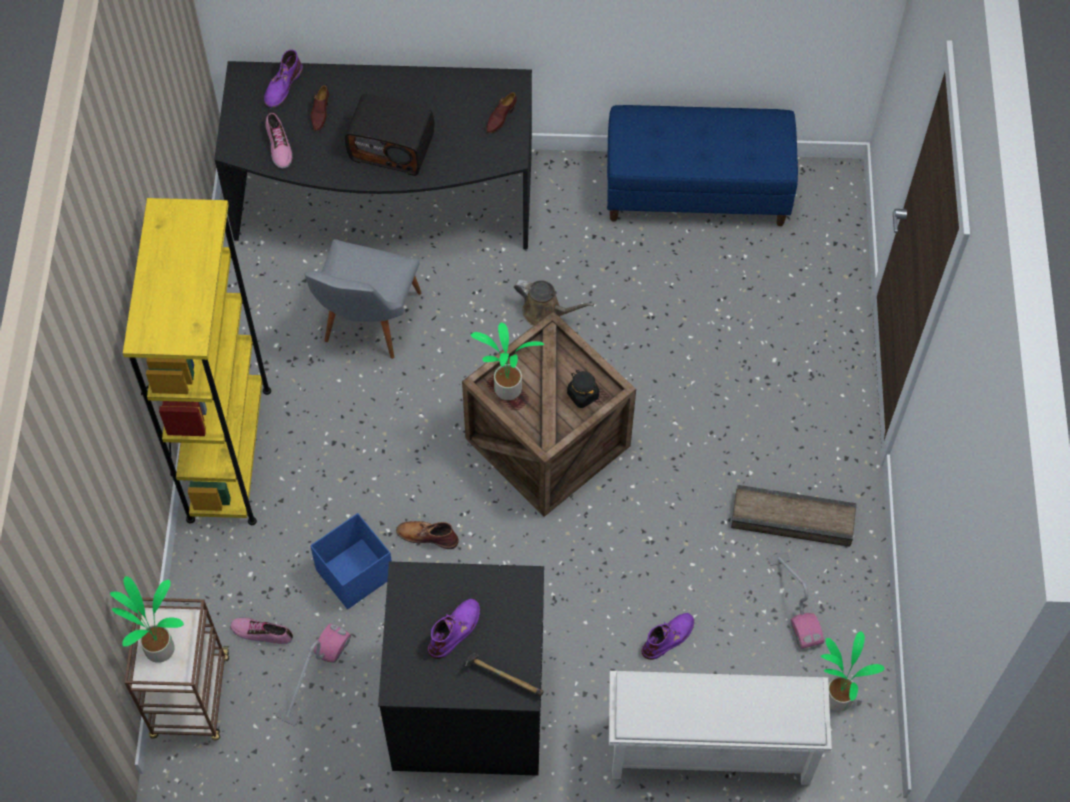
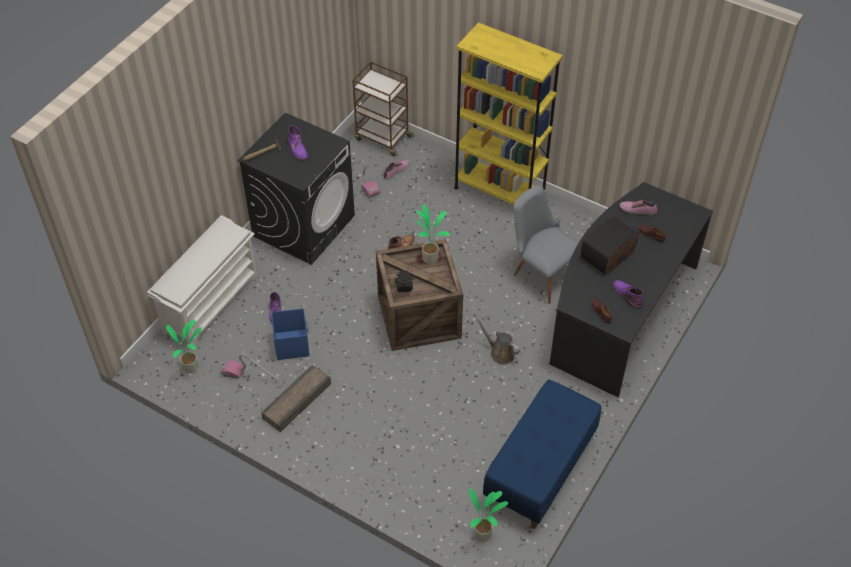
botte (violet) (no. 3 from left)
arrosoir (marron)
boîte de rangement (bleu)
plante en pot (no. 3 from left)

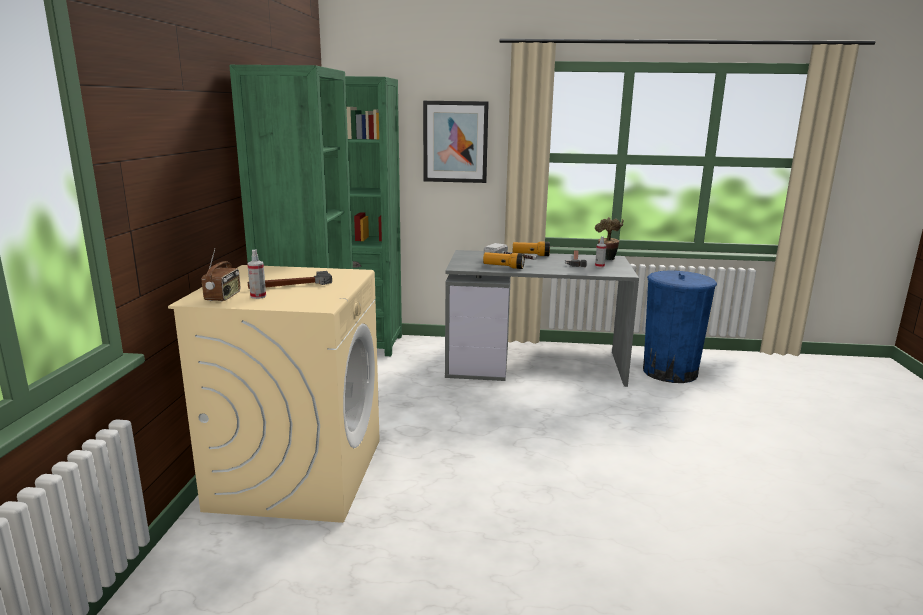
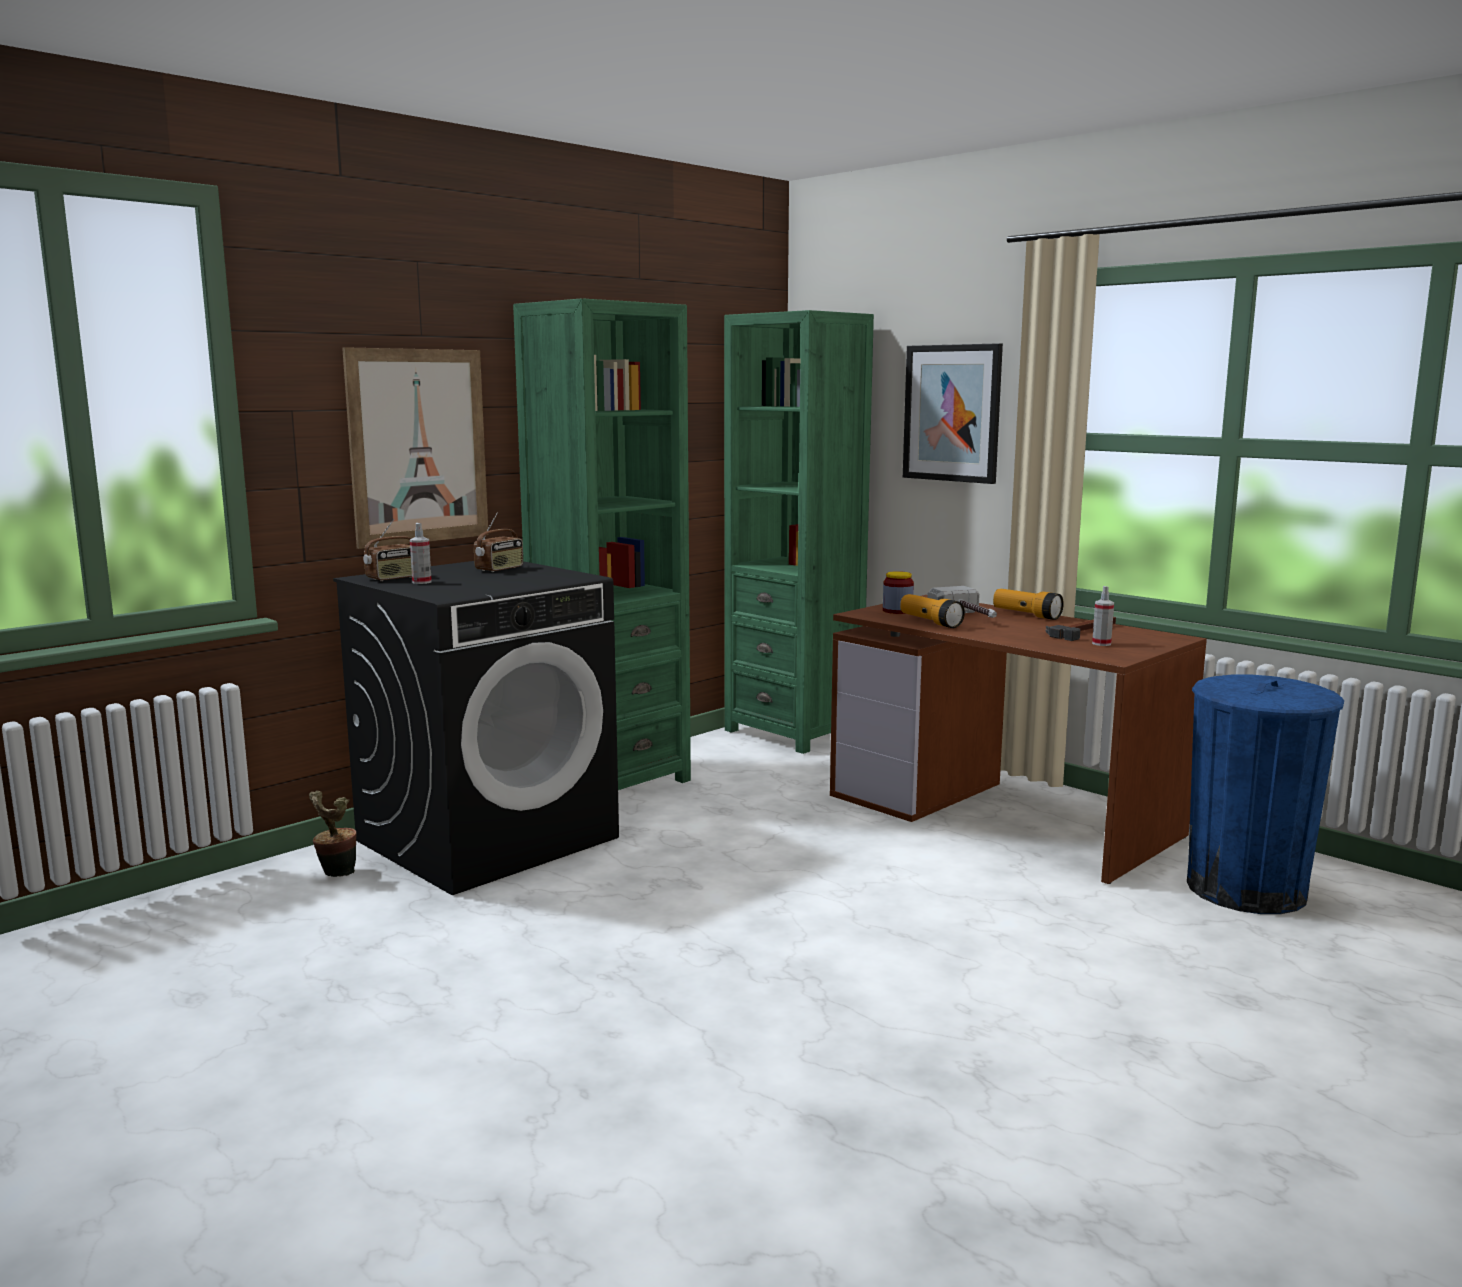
plante en pot
bureau (marron)
lave-linge (noir)
marteau (no. 1 from left in the first image)
tableau (no. 1 from left)
radio (no. 2 from left)
bocal

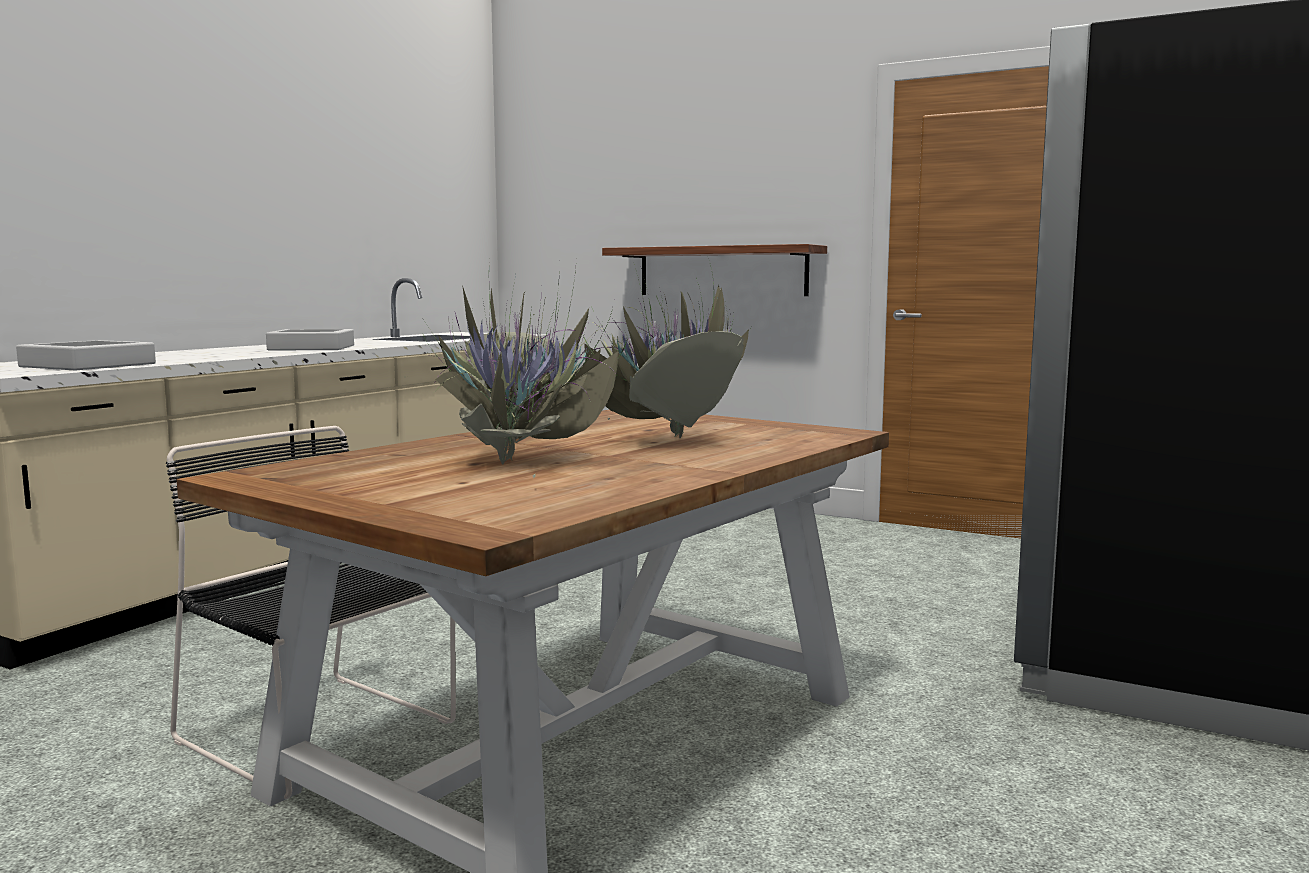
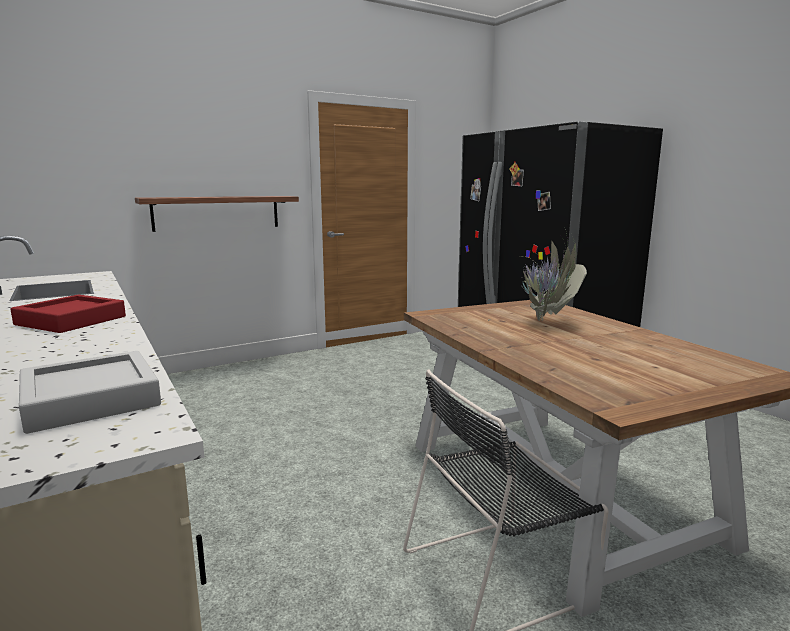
plante en pot (no. 1 from left in the first image)
plateau (rouge)

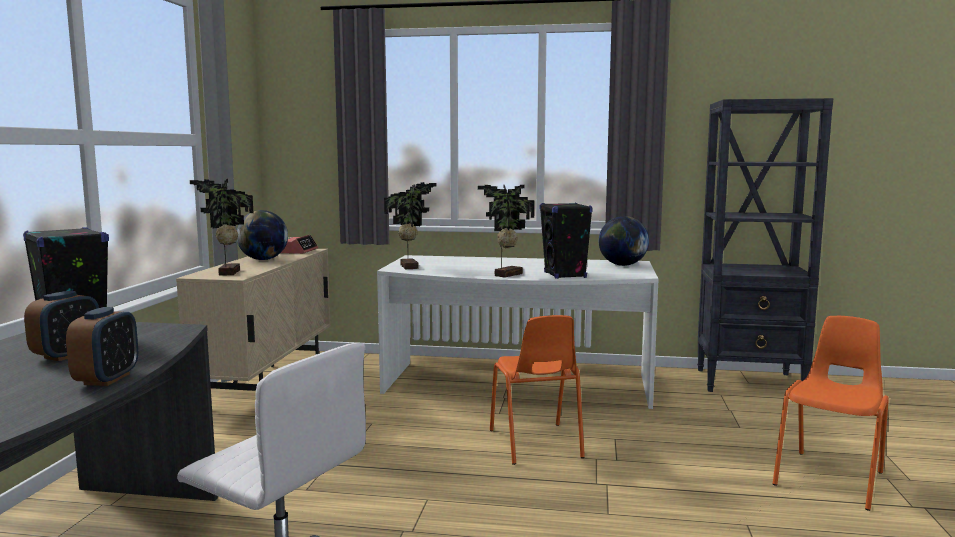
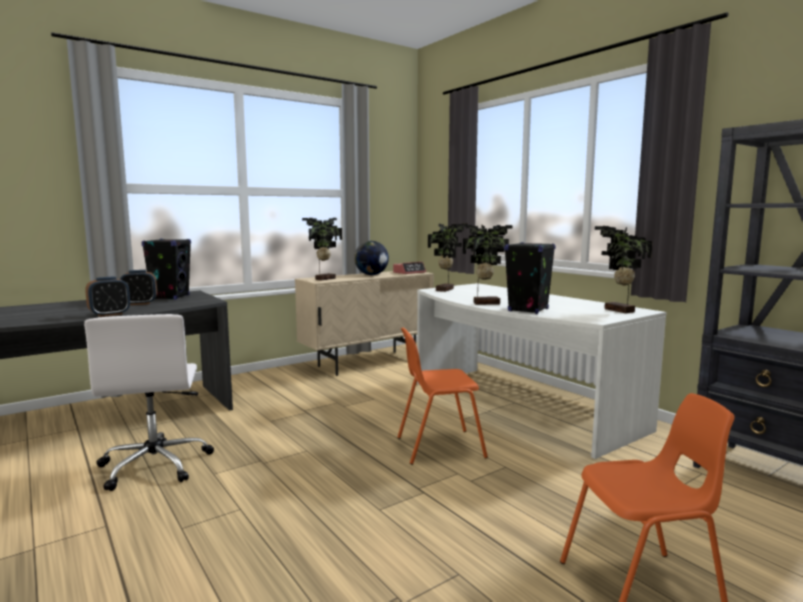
plante en pot (no. 4 from left)
chaise (orange) (no. 1 from left)

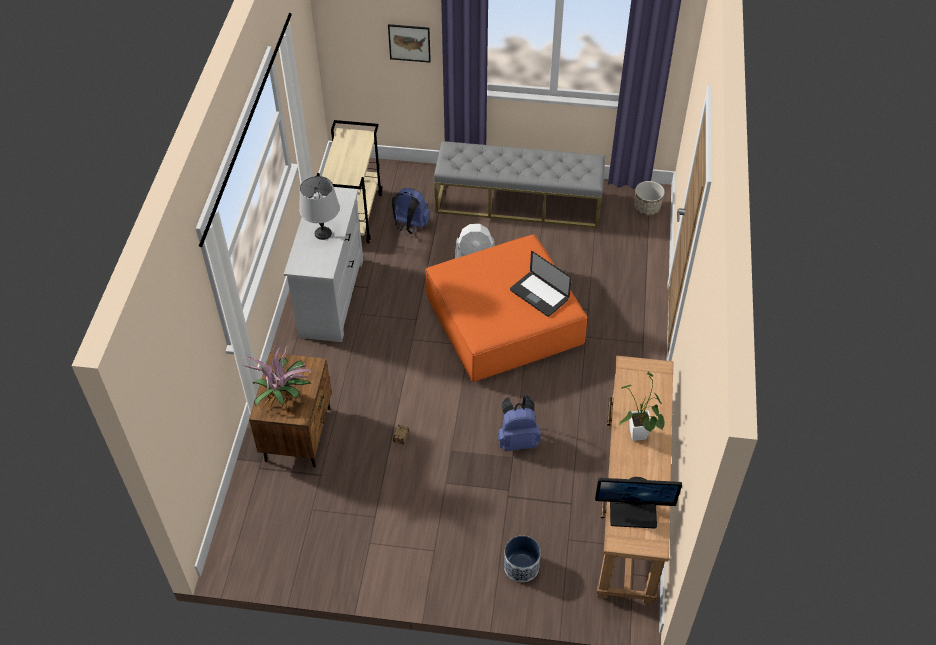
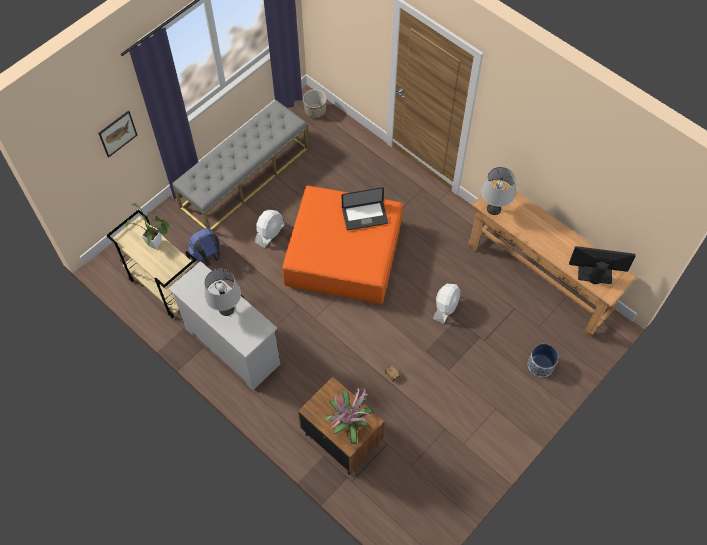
plante en pot (no. 1 from left)
ventilateur (blanc) (no. 2 from left)
écran d'ordinateur
lampe de table (gris) (no. 2 from left)

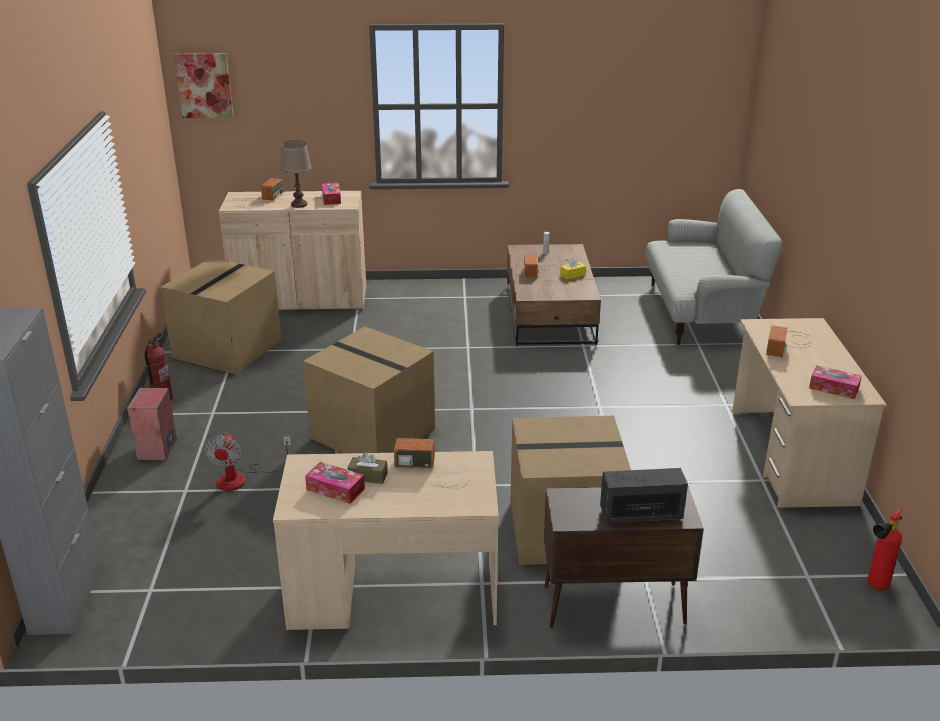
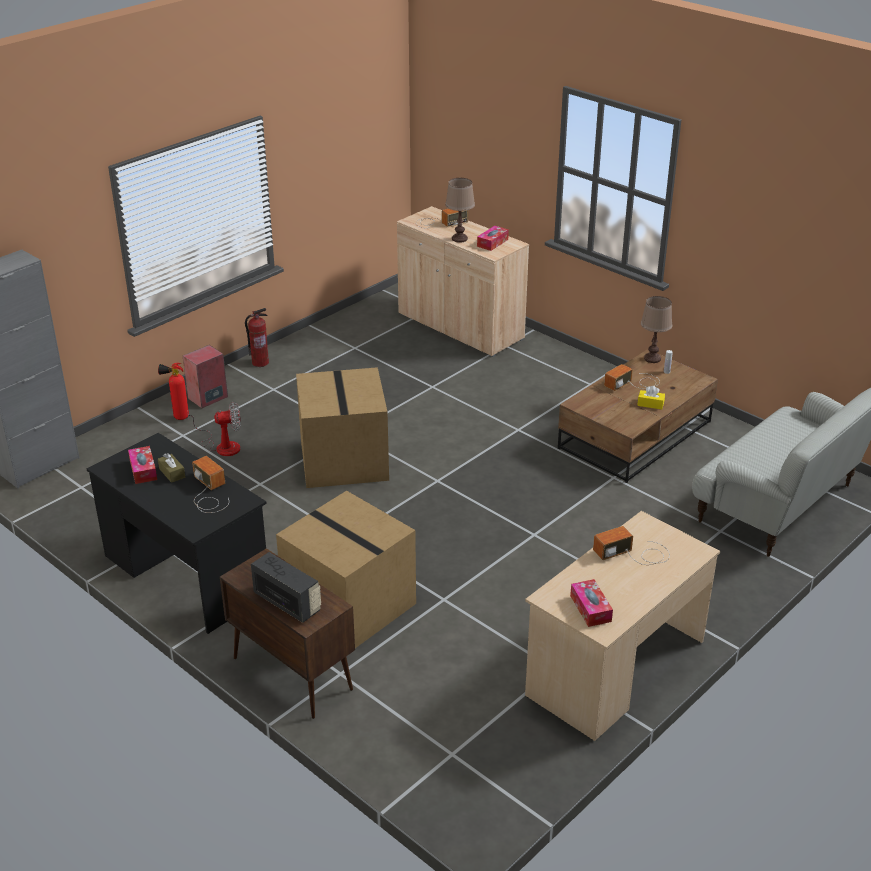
tableau
carton (no. 1 from left in the first image)
ventilateur
bureau (noir)
extincteur (no. 1 from left)
lampe de table (marron) (no. 2 from left)

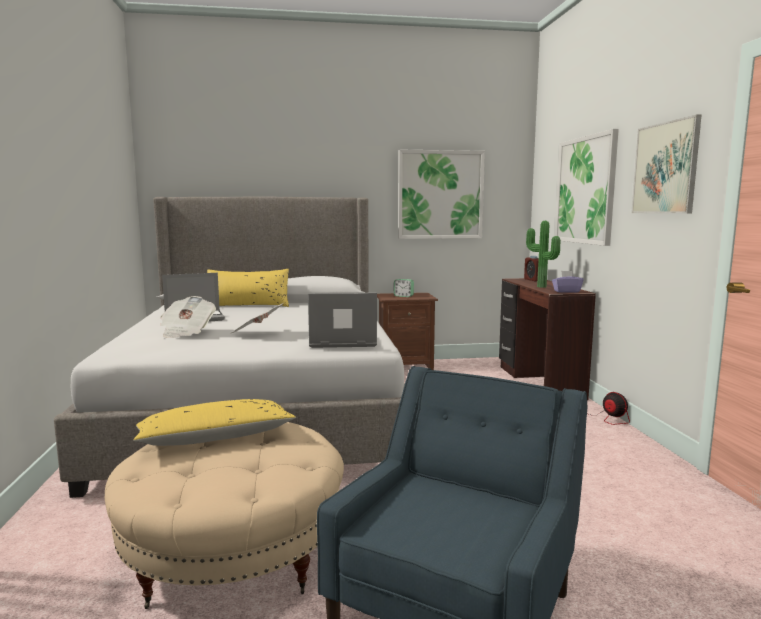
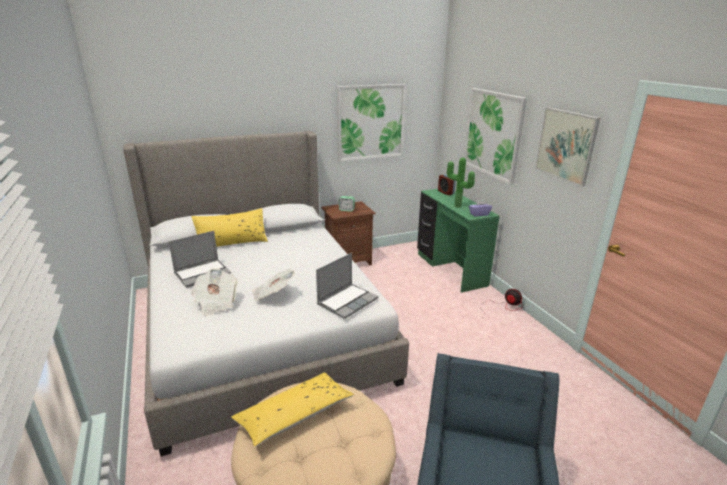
bureau (vert)
ordinateur portable (no. 2 from left)

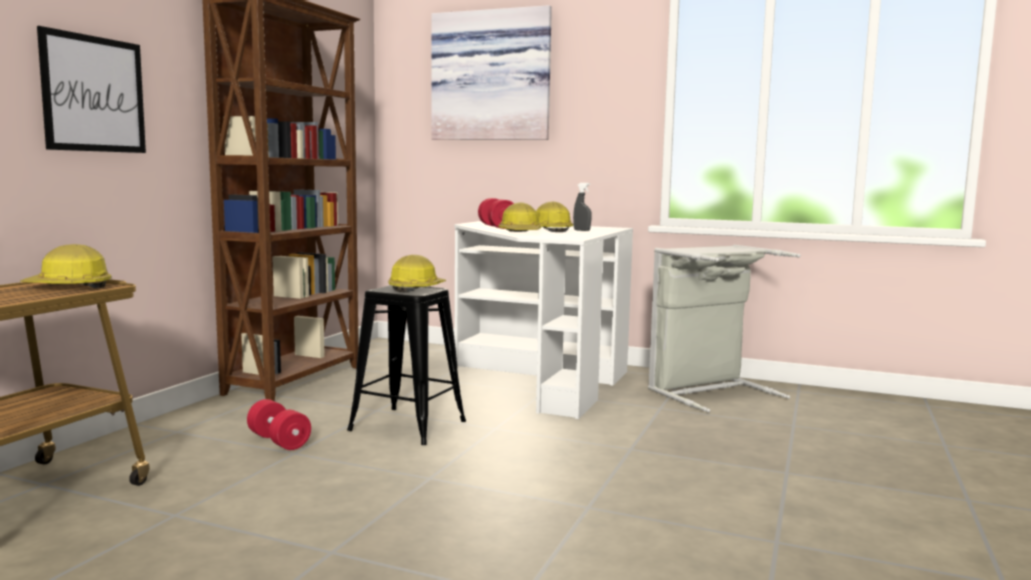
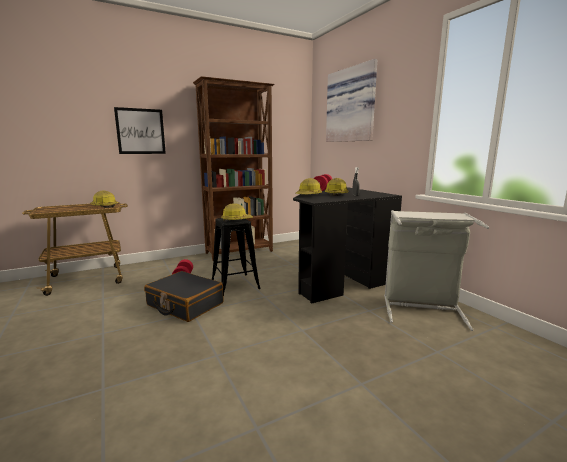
bureau (noir)
valise (noir)

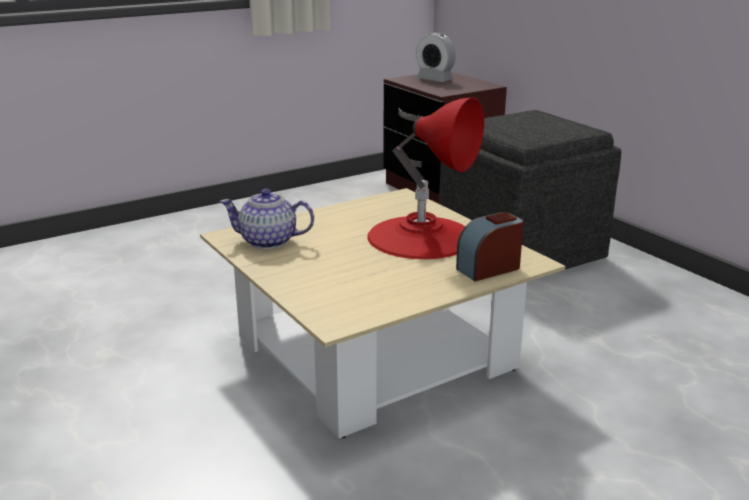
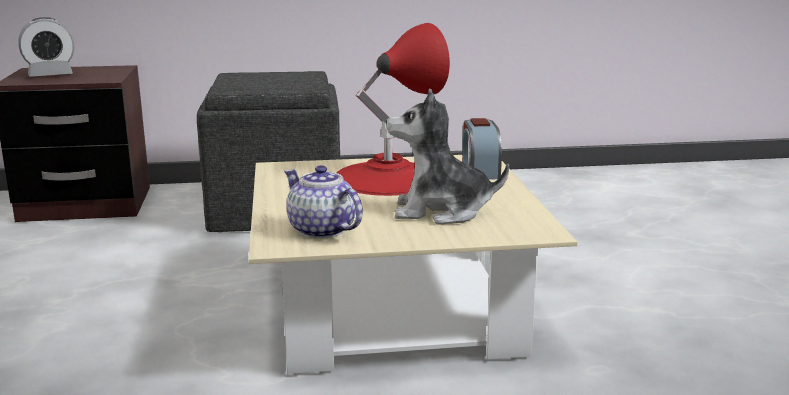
théière
peluche

